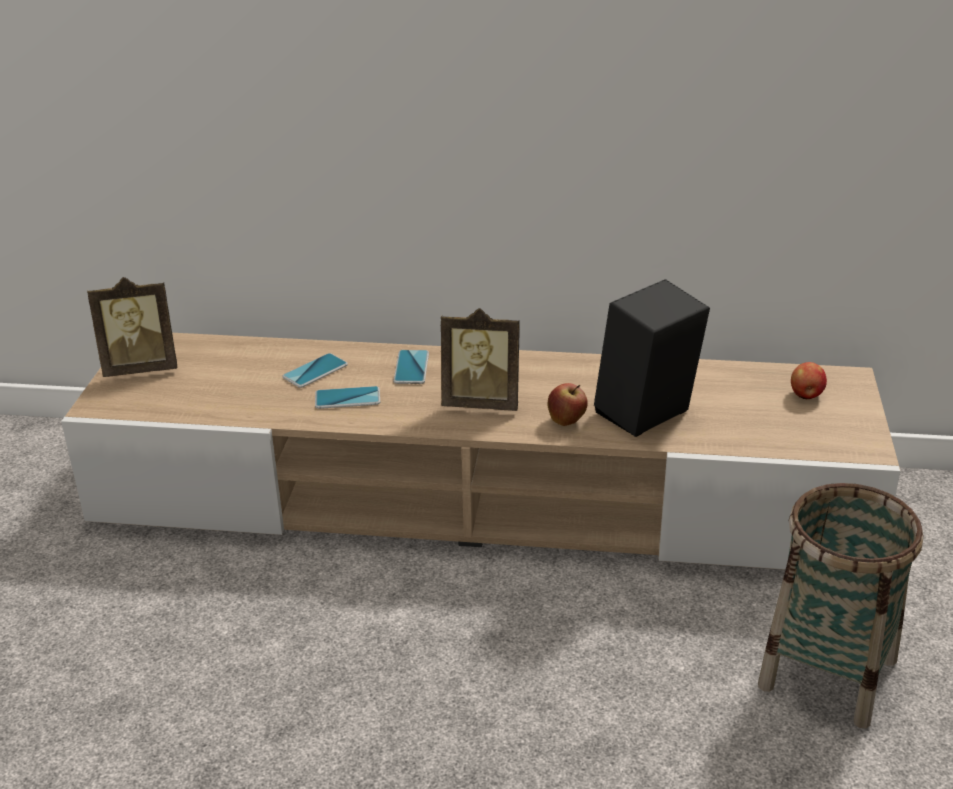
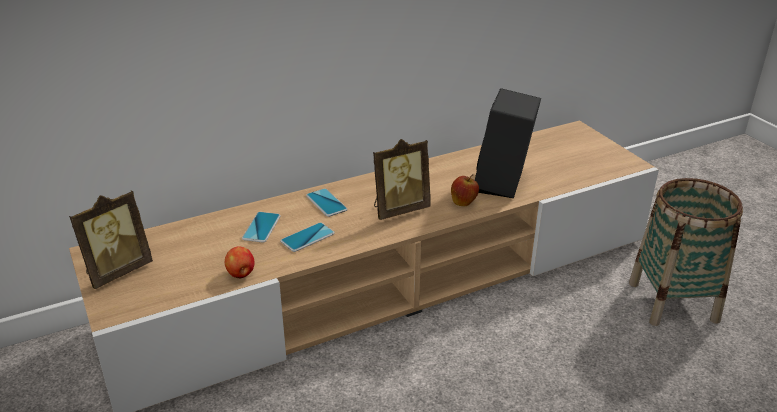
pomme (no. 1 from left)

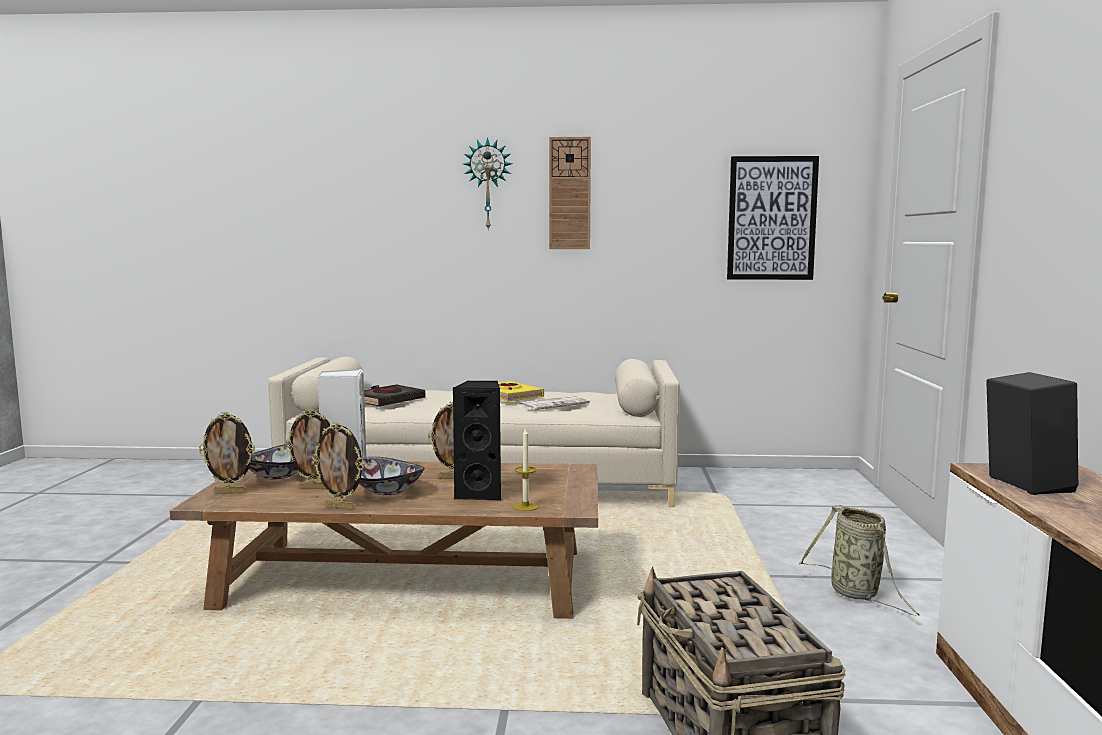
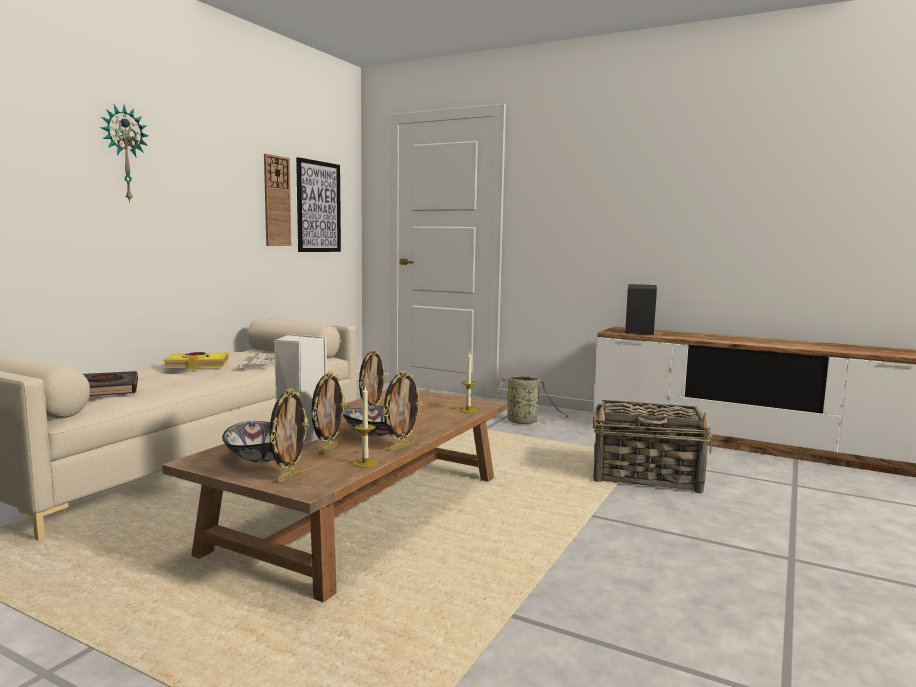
horloge murale (no. 2 from left)
enceinte (noir) (no. 1 from left in the first image)
bougie (no. 1 from left)

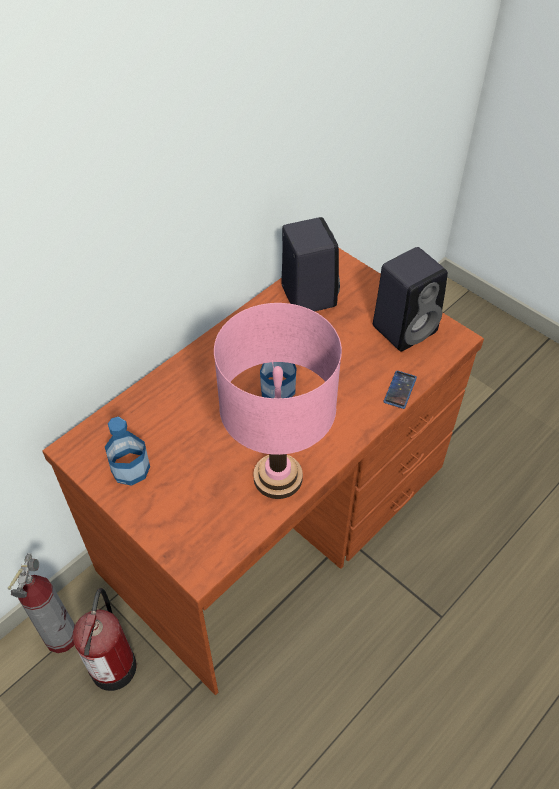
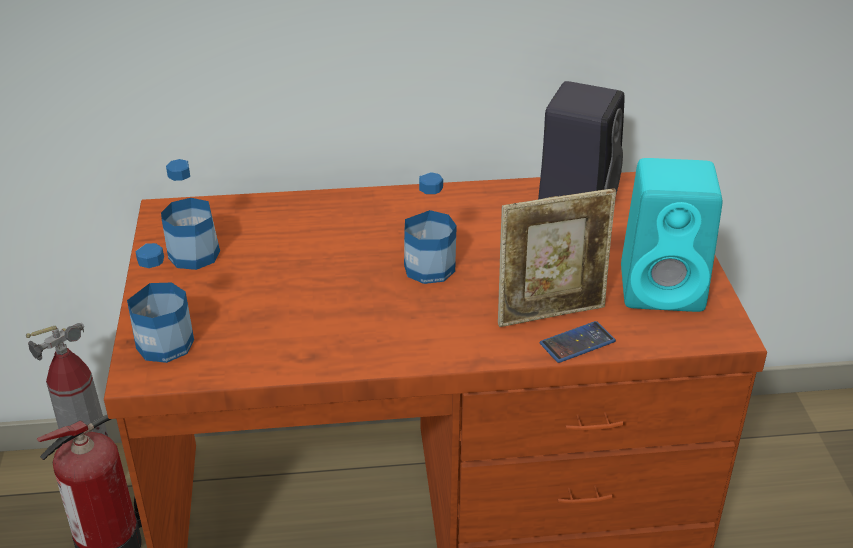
enceinte (turquoise)
lampe de table (rose)
cadre photo
bouteille (no. 1 from left)

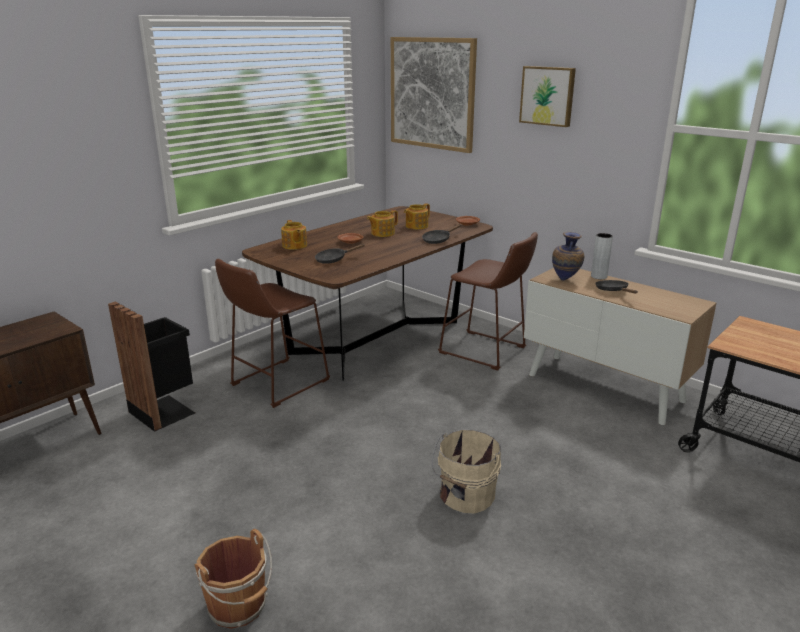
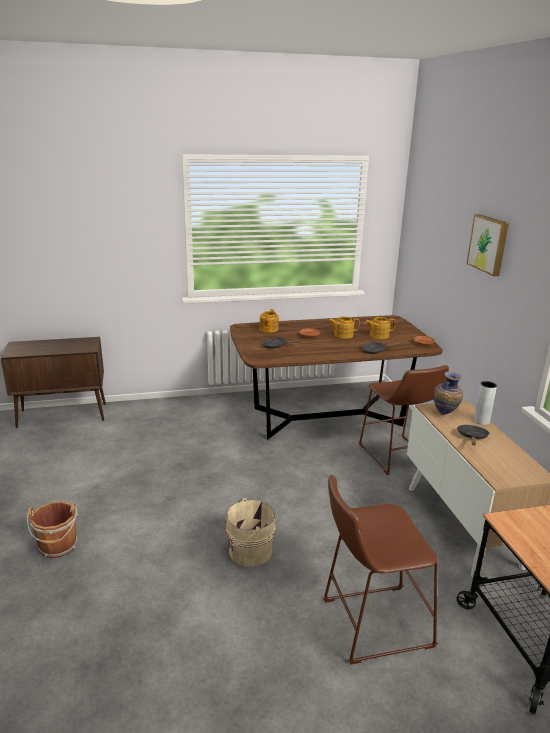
tableau (no. 1 from left in the first image)
tabouret (marron) (no. 1 from left)
poubelle (noir)

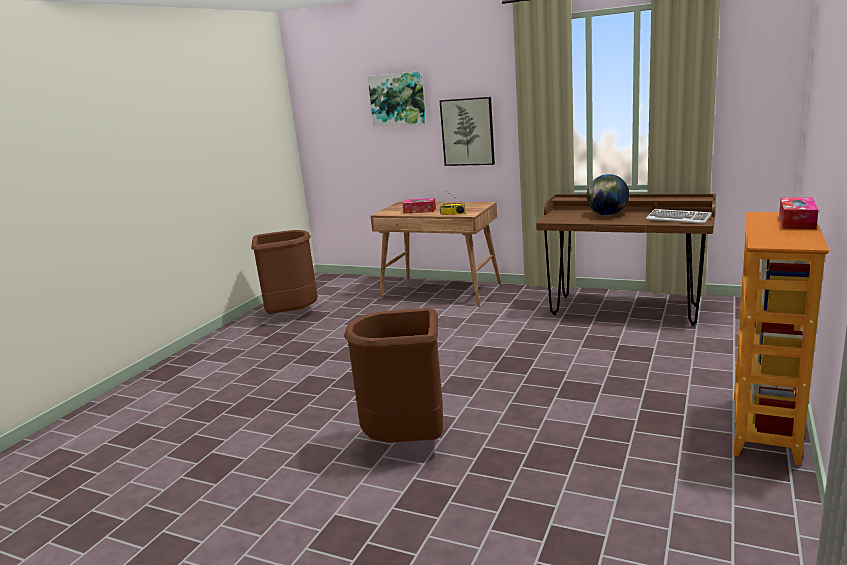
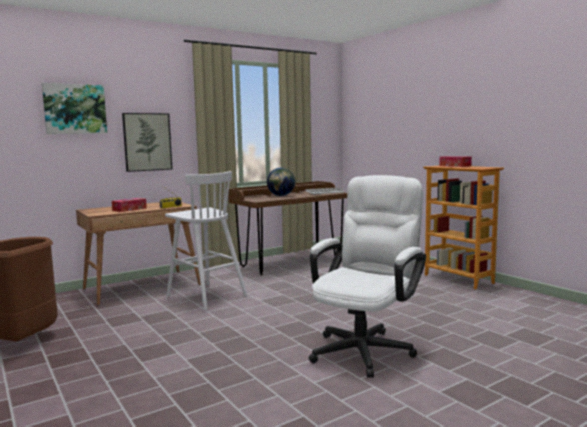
chaise de bureau (blanc)
tabouret (blanc)

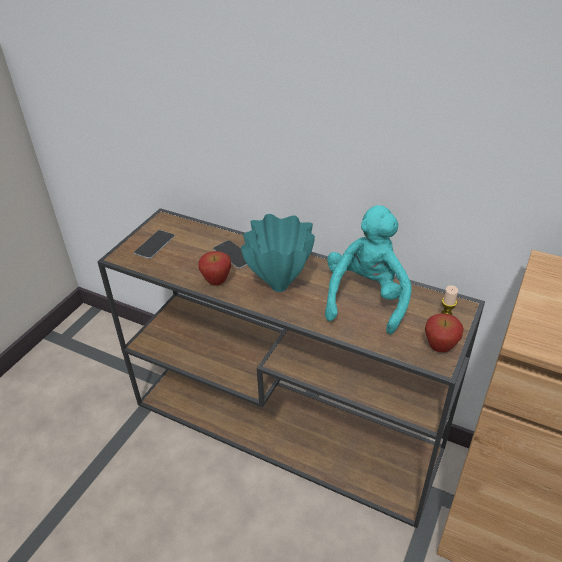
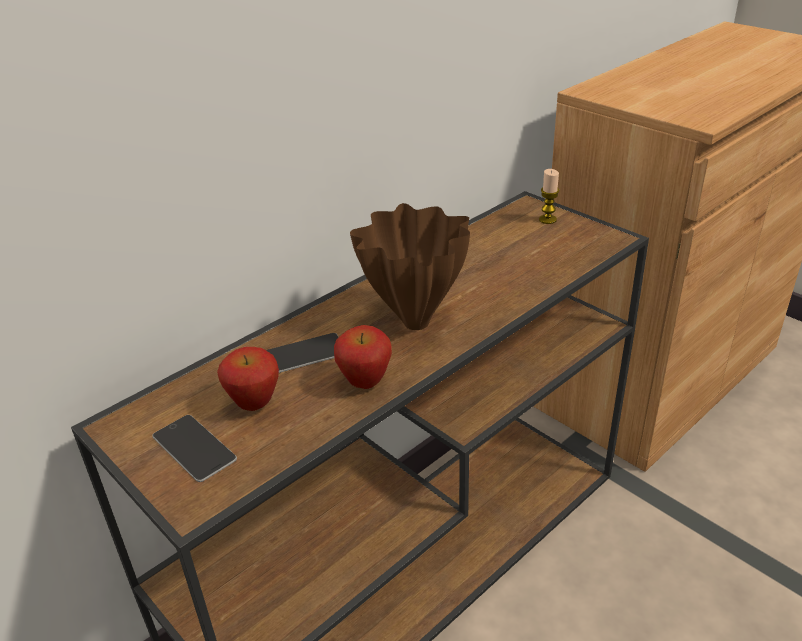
peluche (turquoise)
vase (marron)
pomme (no. 1 from left)

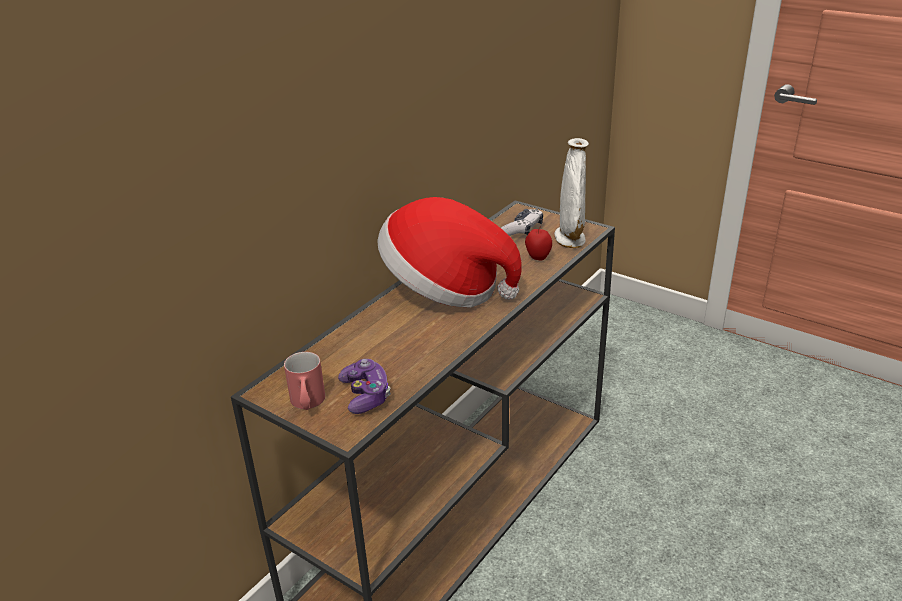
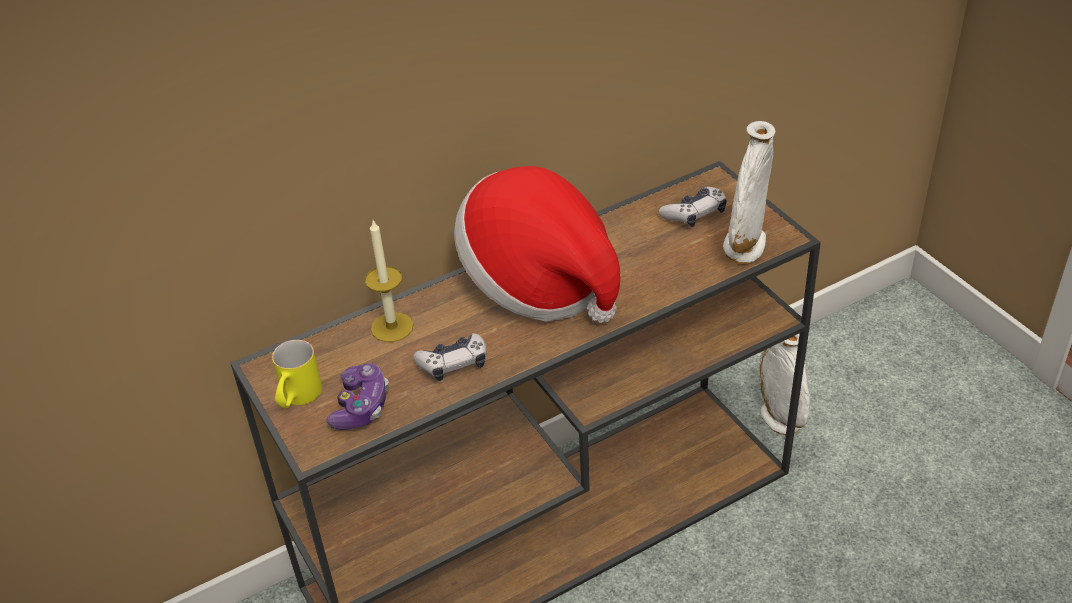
pomme
mug (jaune)
bougie
manette (no. 2 from left)
vase (blanc) (no. 2 from left)

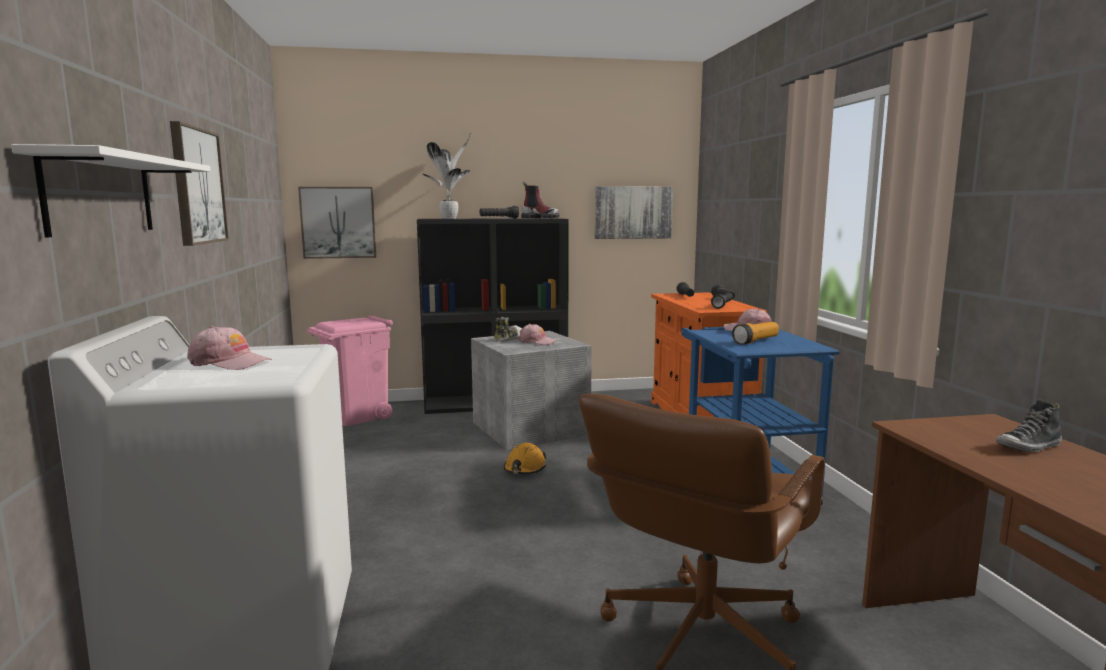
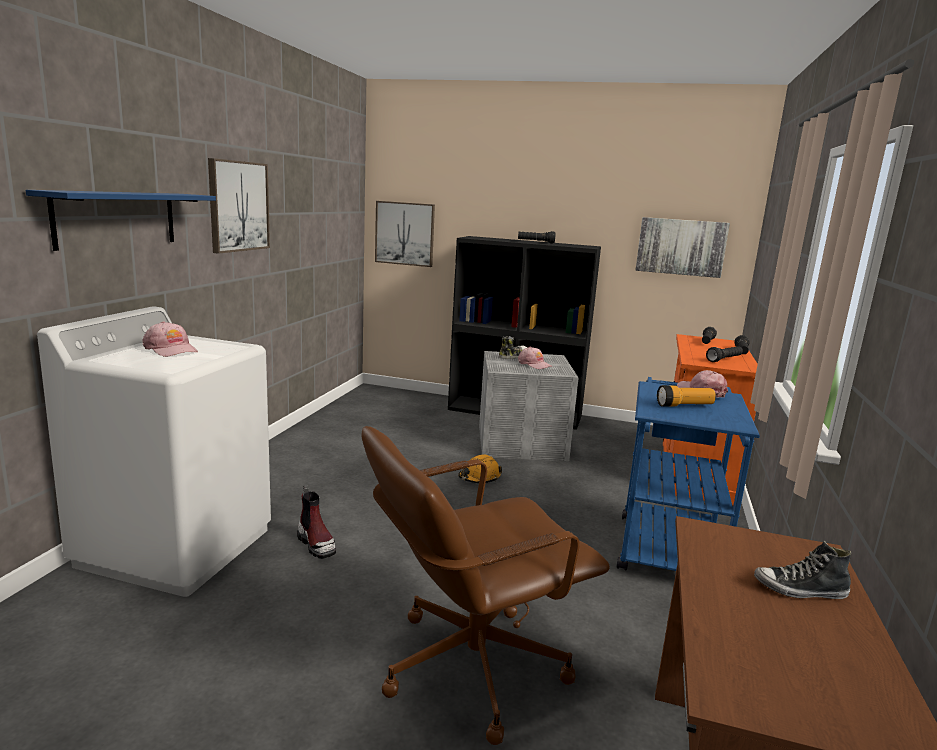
plante en pot
étagère (bleu)
botte
poubelle (rose)

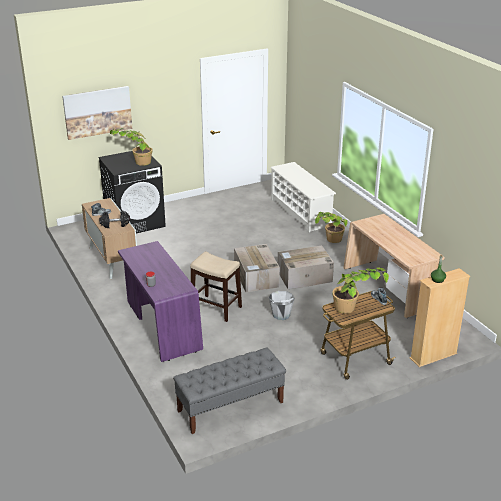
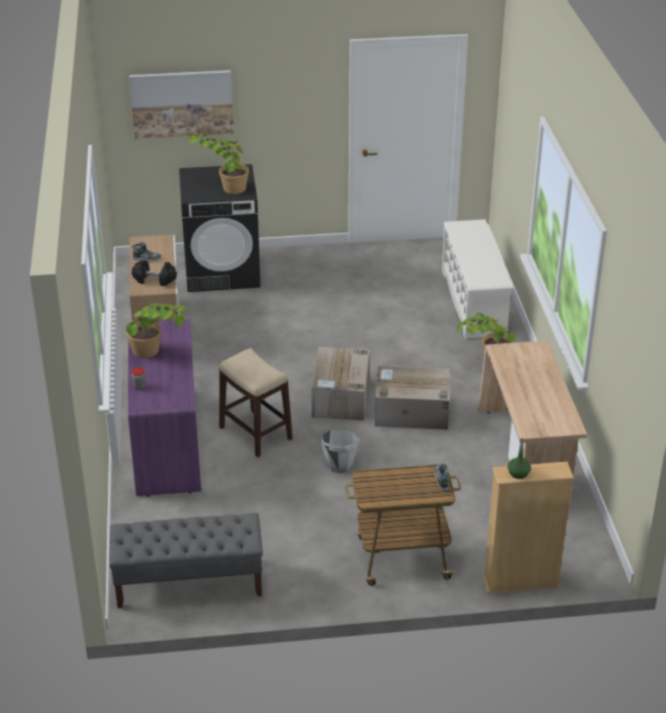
plante en pot (no. 1 from left)

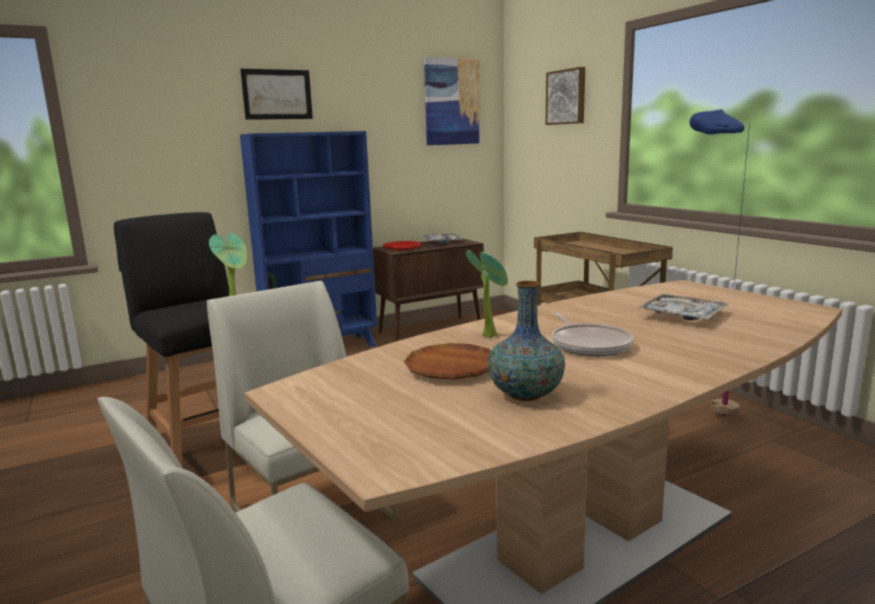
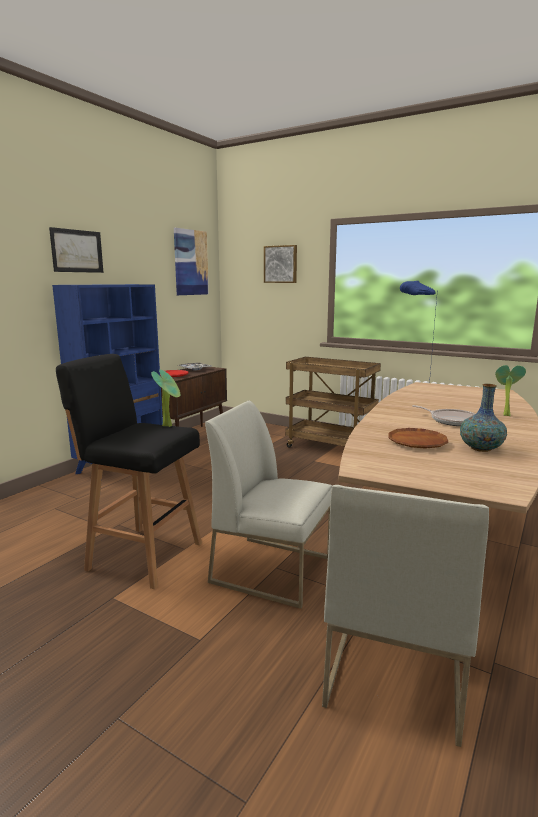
plante en pot (no. 2 from left)
plateau (no. 2 from left in the first image)

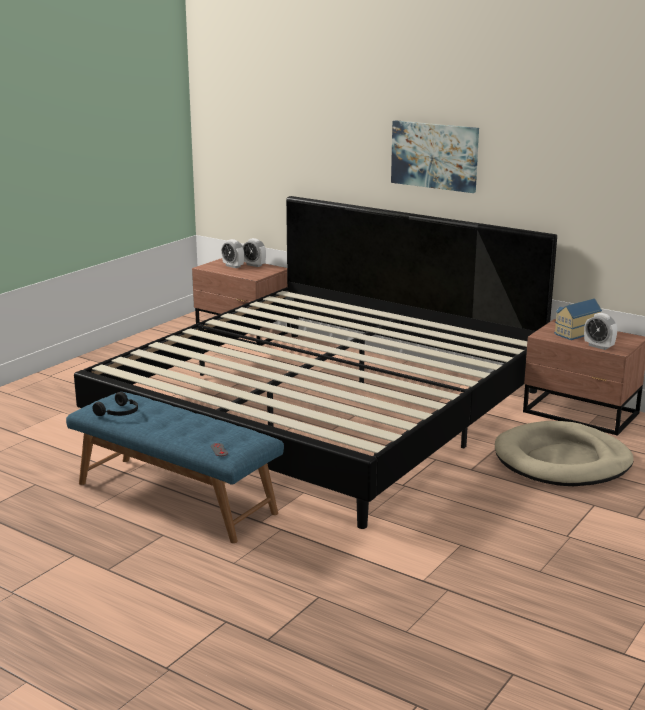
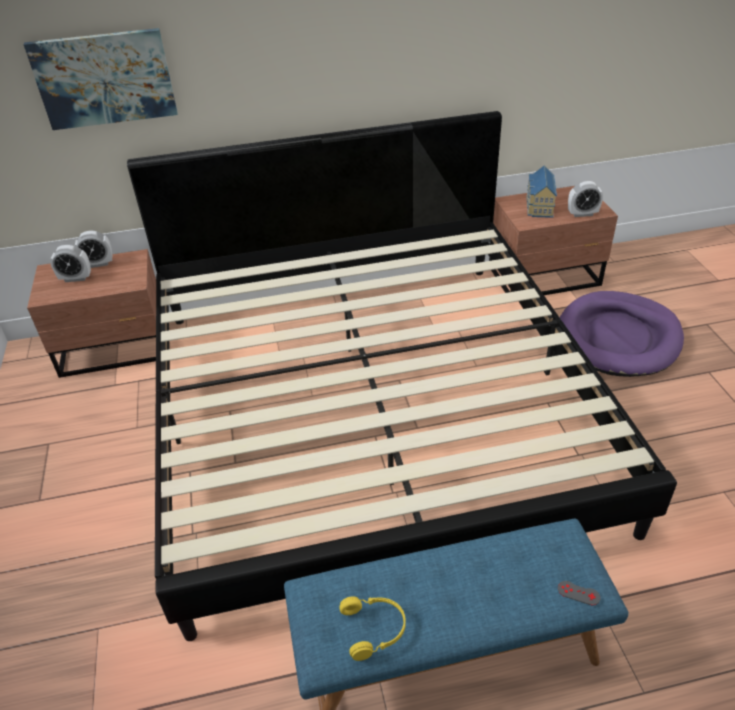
tableau
casque audio (jaune)
panier pour chien (violet)

